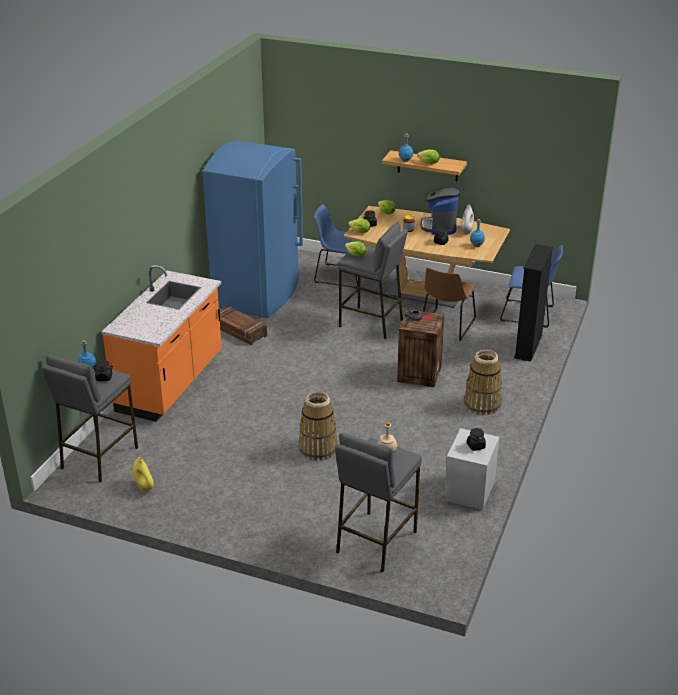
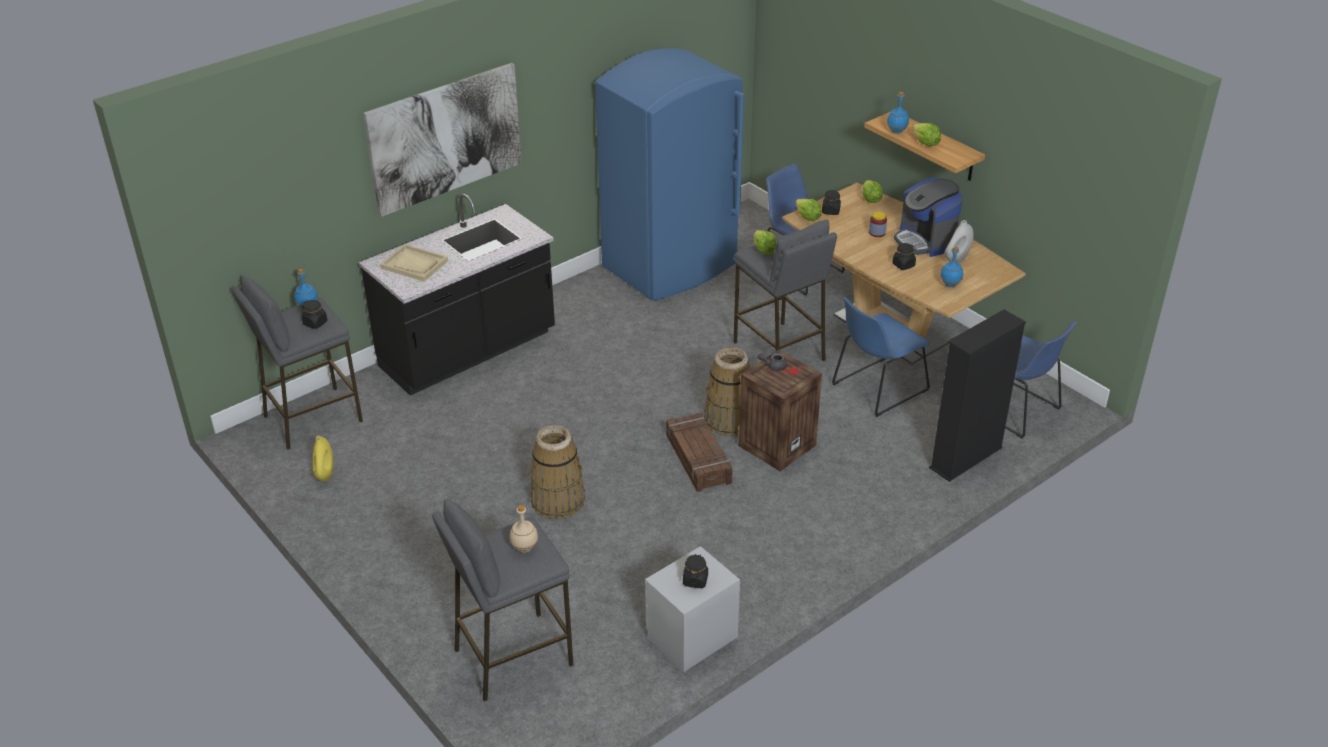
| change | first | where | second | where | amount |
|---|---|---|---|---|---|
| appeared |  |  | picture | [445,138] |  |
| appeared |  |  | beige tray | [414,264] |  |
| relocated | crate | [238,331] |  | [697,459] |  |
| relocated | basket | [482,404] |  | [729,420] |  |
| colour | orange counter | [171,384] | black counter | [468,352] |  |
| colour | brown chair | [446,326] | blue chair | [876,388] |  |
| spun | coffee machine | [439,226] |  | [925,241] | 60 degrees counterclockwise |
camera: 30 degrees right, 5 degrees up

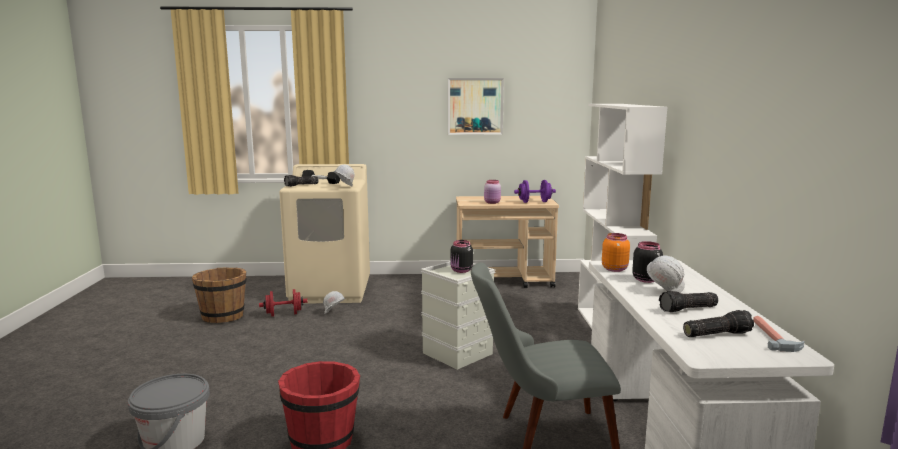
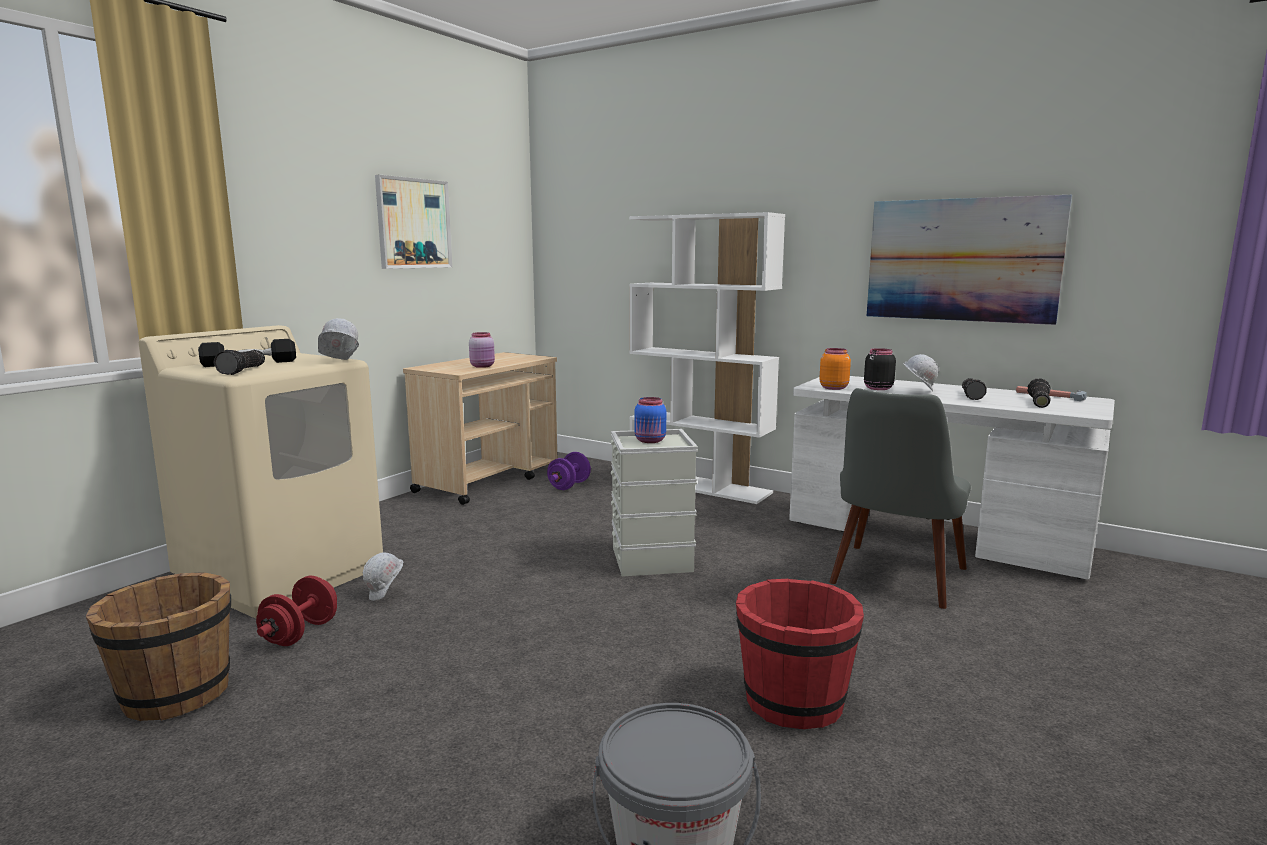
| change | first | where | second | where | amount |
|---|---|---|---|---|---|
| appeared |  |  | picture | [962,260] |  |
| relocated | purple dumbbell | [534,202] |  | [569,485] |  |
| colour | black jar | [461,271] | blue jar | [650,441] |  |
camera: 55 degrees left, 0 degrees up

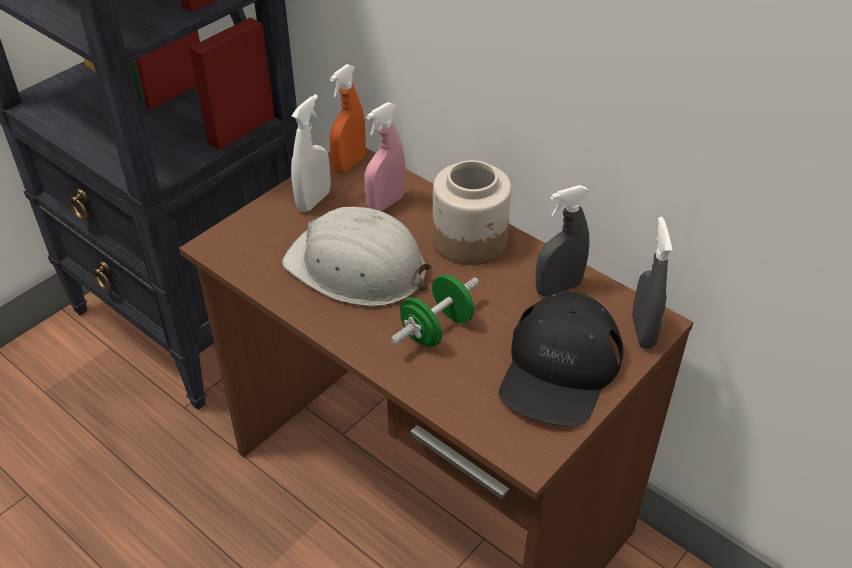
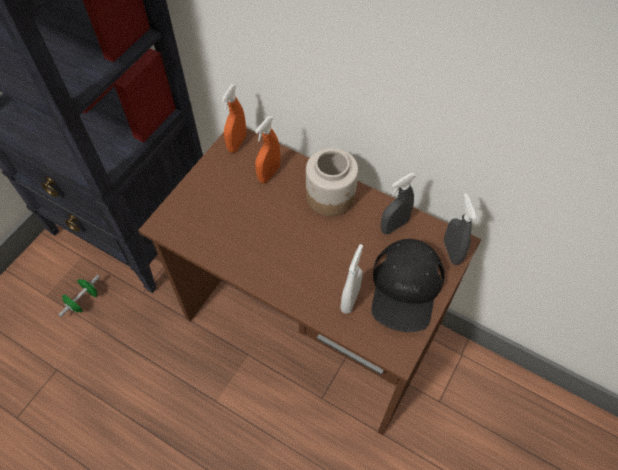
| change | first | where | second | where | amount |
|---|---|---|---|---|---|
| missing | white hard hat | [357,268] |  |  |  |
| relocated | white spray bottle | [313,201] |  | [350,299] |  |
| relocated | green dumbbell | [436,329] |  | [83,301] |  |
| colour | pink spray bottle | [386,203] | orange spray bottle | [269,173] |  |
camera: 10 degrees left, 15 degrees up

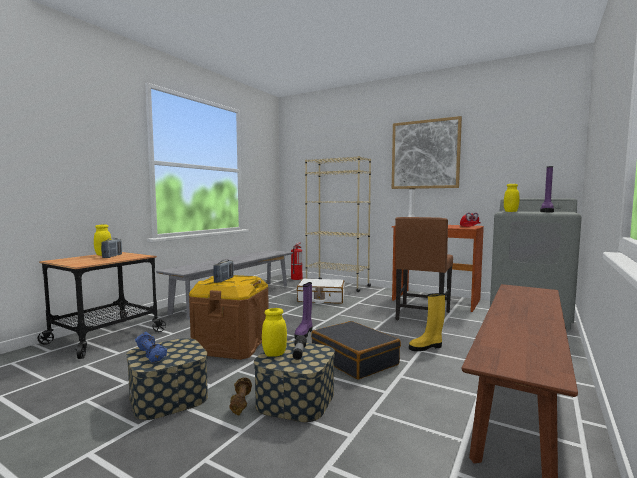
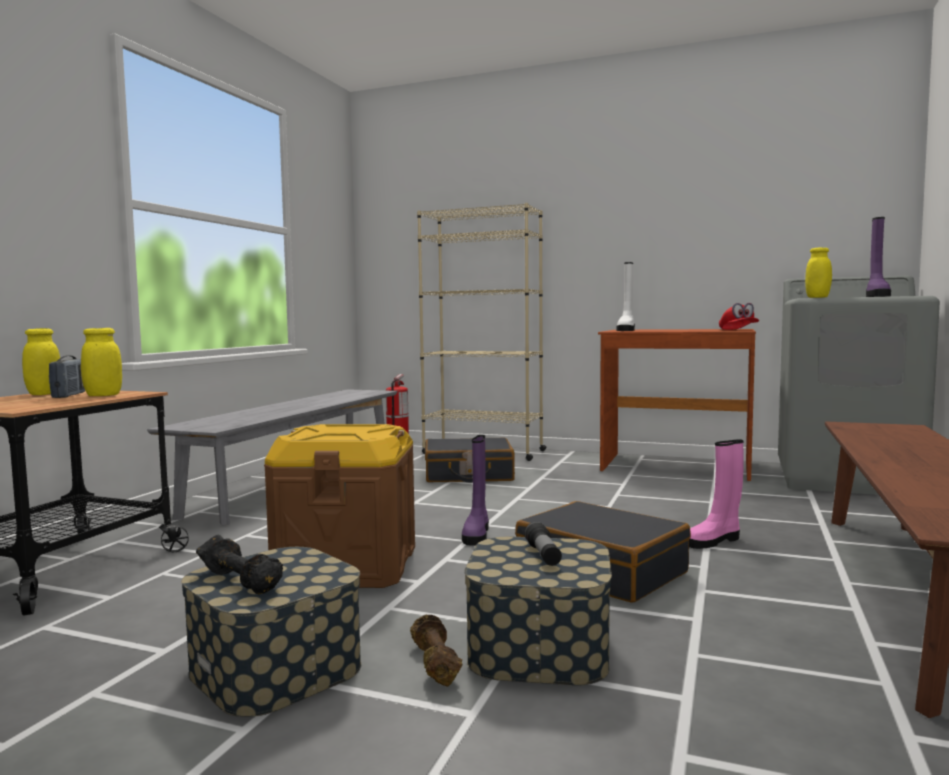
| change | first | where | second | where | amount |
|---|---|---|---|---|---|
| missing | radio | [224,280] |  |  |  |
| missing | picture | [425,154] |  |  |  |
| missing | brown chair | [422,316] |  |  |  |
| relocated | yellow jar | [274,354] |  | [103,395] |  |
| colour | blue dumbbell | [151,355] | black dumbbell | [241,581] |  |
| colour | white suitcase | [321,298] | black suitcase | [468,474] |  |
| colour | yellow boot | [426,347] | pink boot | [714,541] |  |
camera: 10 degrees left, 0 degrees up

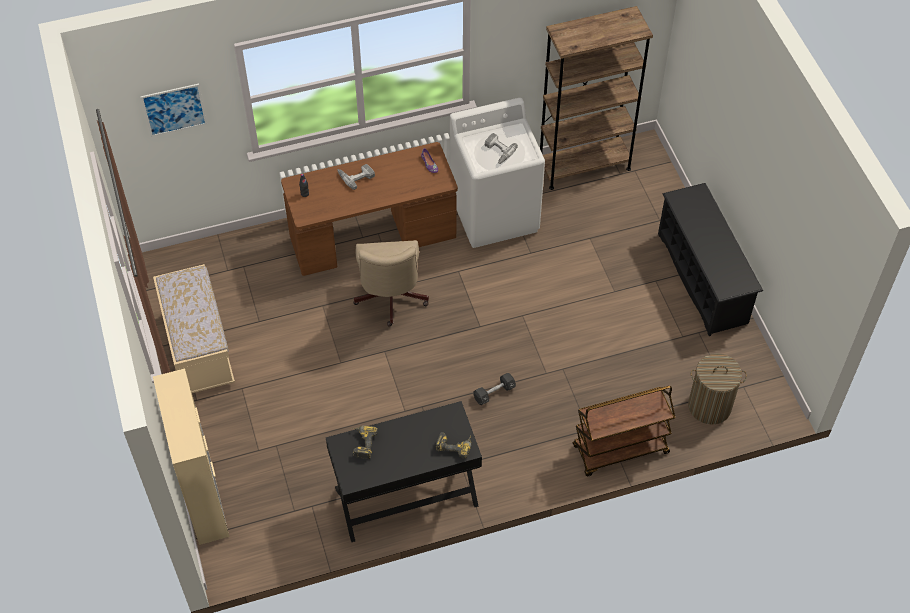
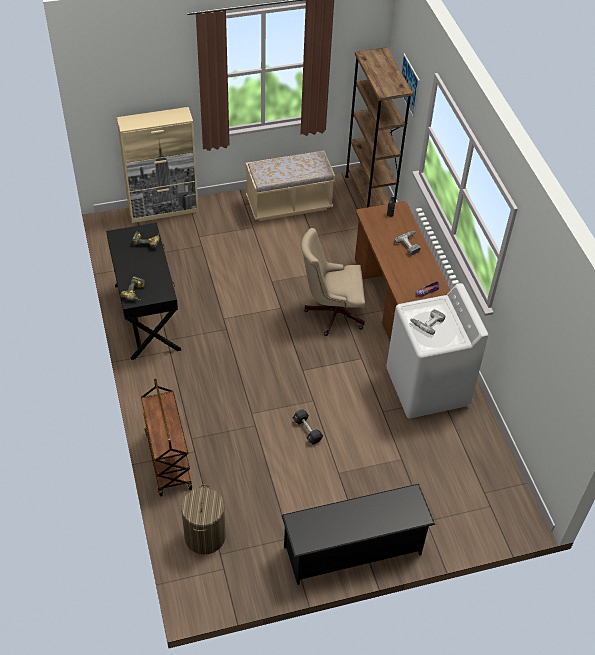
| change | first | where | second | where | amount |
|---|---|---|---|---|---|
| relocated | black dumbbell | [494,393] |  | [307,430] |  |
| relocated | brown bookcase | [584,166] |  | [369,195] |  |
camera: 90 degrees right, 5 degrees down

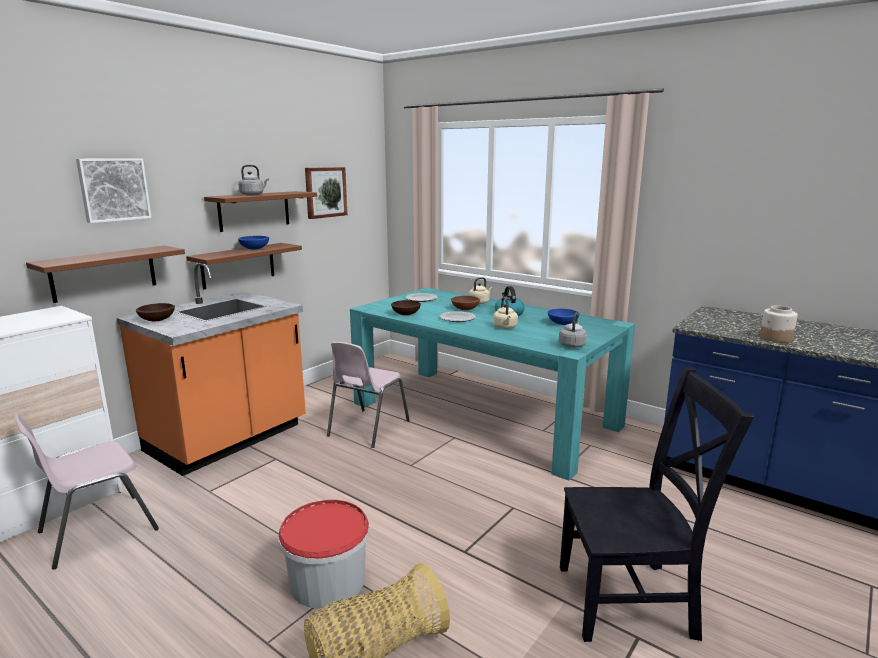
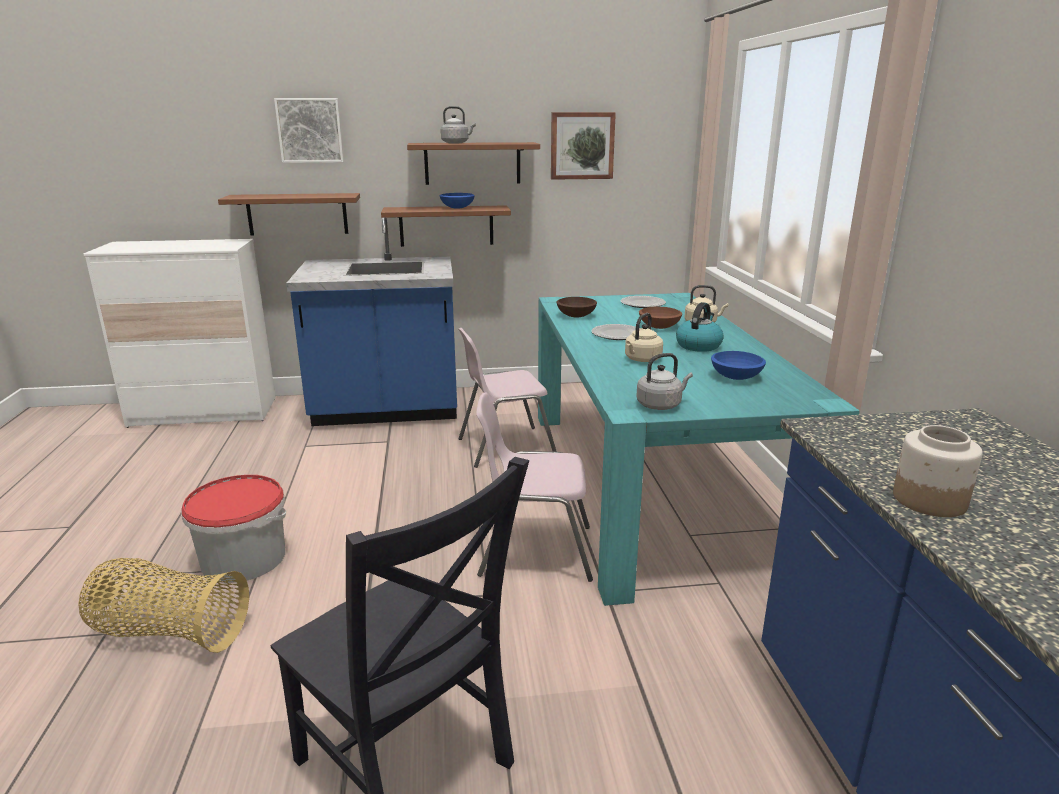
| change | first | where | second | where | amount |
|---|---|---|---|---|---|
| missing | brown bowl | [157,320] |  |  |  |
| relocated | pink chair | [96,531] |  | [534,551] |  |
| colour | orange counter | [228,439] | blue counter | [386,410] |  |
camera: 45 degrees right, 5 degrees up

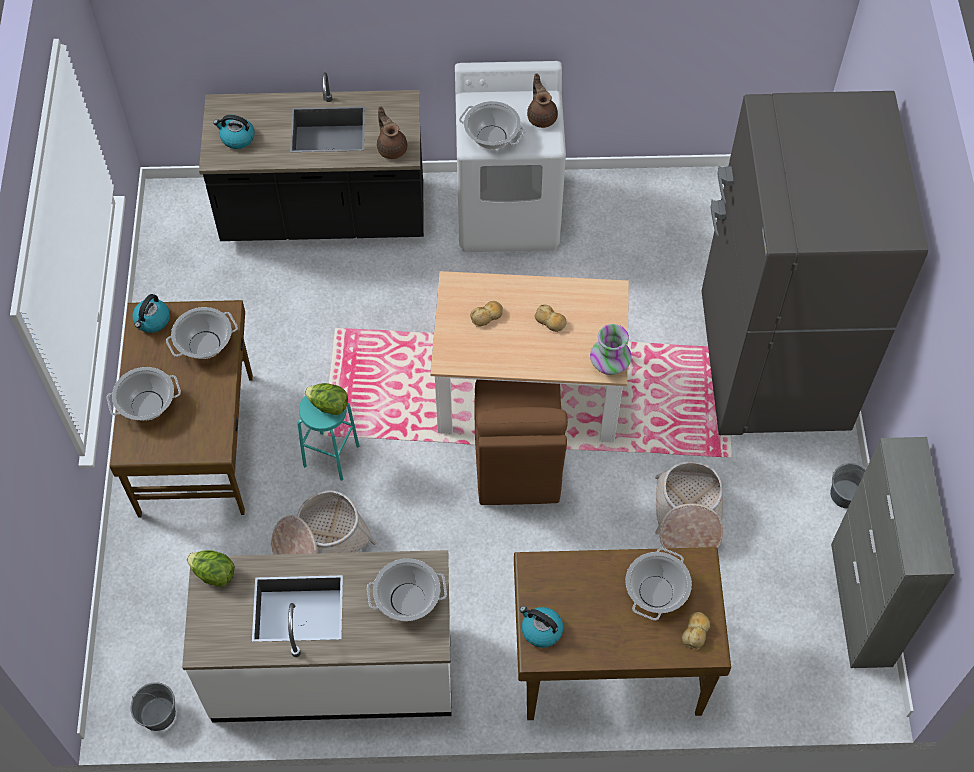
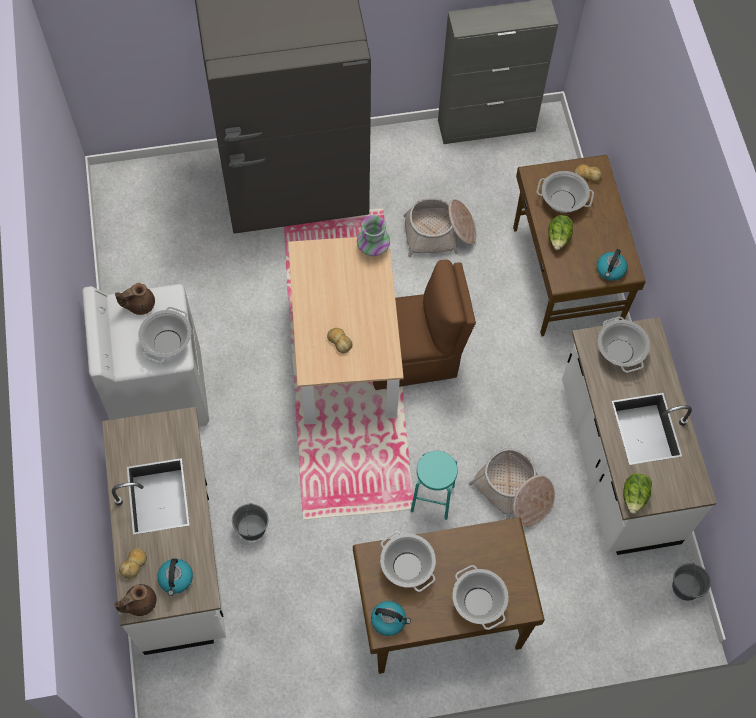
| change | first | where | second | where | amount |
|---|---|---|---|---|---|
| relocated | lettuce | [328,405] |  | [558,238] |  |
| relocated | brown teapot | [392,148] |  | [139,603] |  |
| relocated | bread | [550,321] |  | [134,564] |  |
| relocated | grey bucket | [845,494] |  | [252,528] |  |
| colour | black counter | [324,217] | white counter | [178,553] |  |
camera: 100 degrees left, 5 degrees up

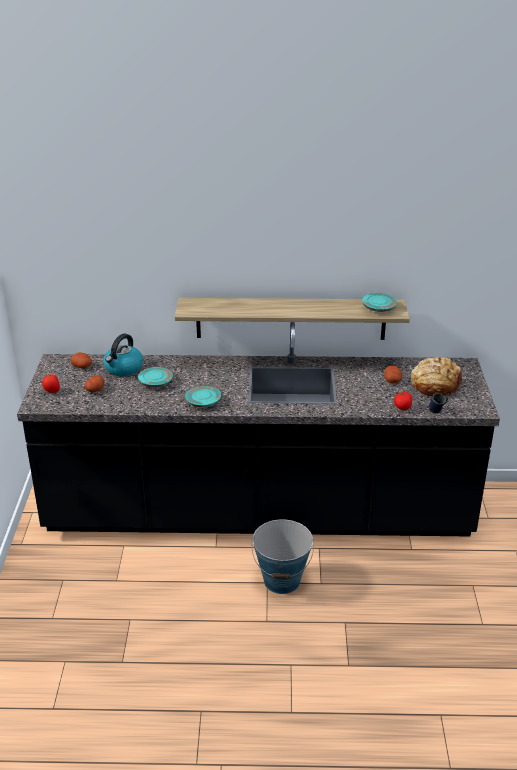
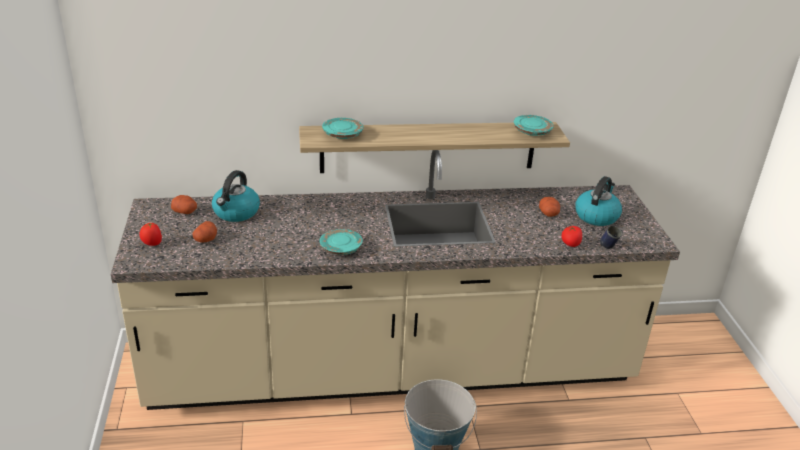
| change | first | where | second | where | amount |
|---|---|---|---|---|---|
| relocated | turquoise plate | [156,382] |  | [342,134] |  |
| exchanged | bread | [435,384] | kettle | [596,216] |  |
| colour | black counter | [258,514] | beige counter | [392,371] |  |
camera: 10 degrees left, 0 degrees up

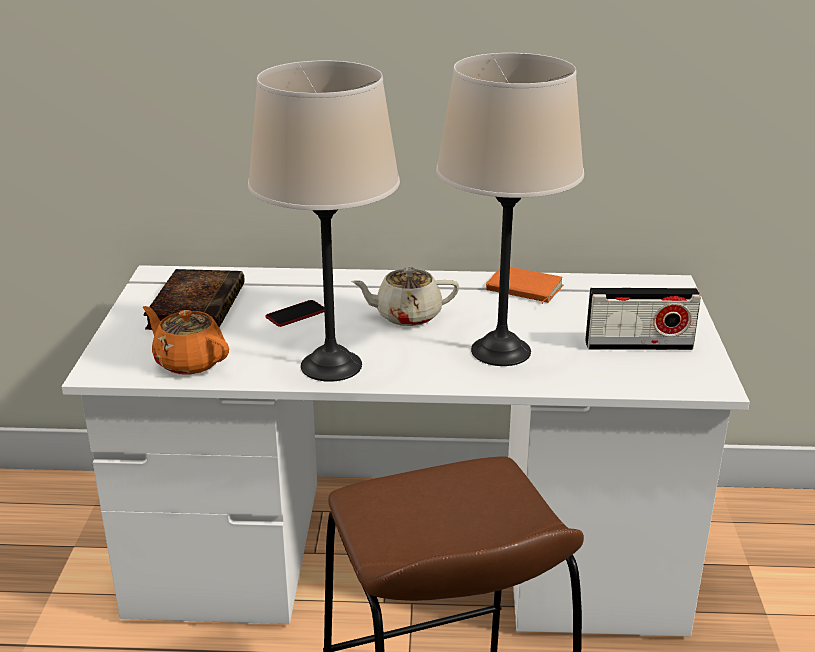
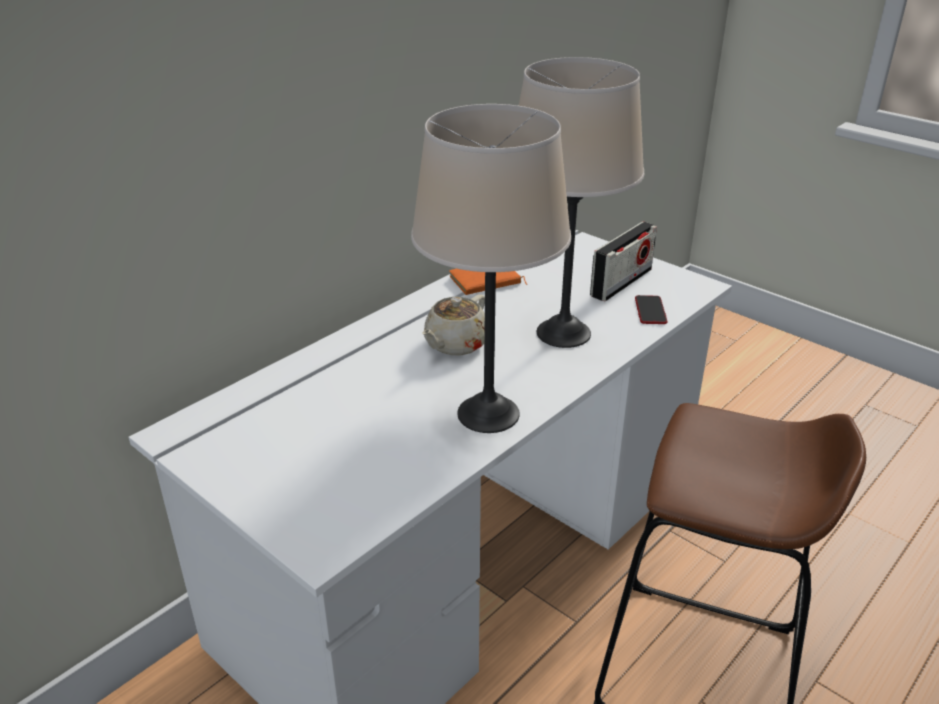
| change | first | where | second | where | amount |
|---|---|---|---|---|---|
| missing | book | [196,306] |  |  |  |
| missing | orange teapot | [189,361] |  |  |  |
| relocated | phone | [296,314] |  | [650,311] |  |
camera: 50 degrees left, 5 degrees up

